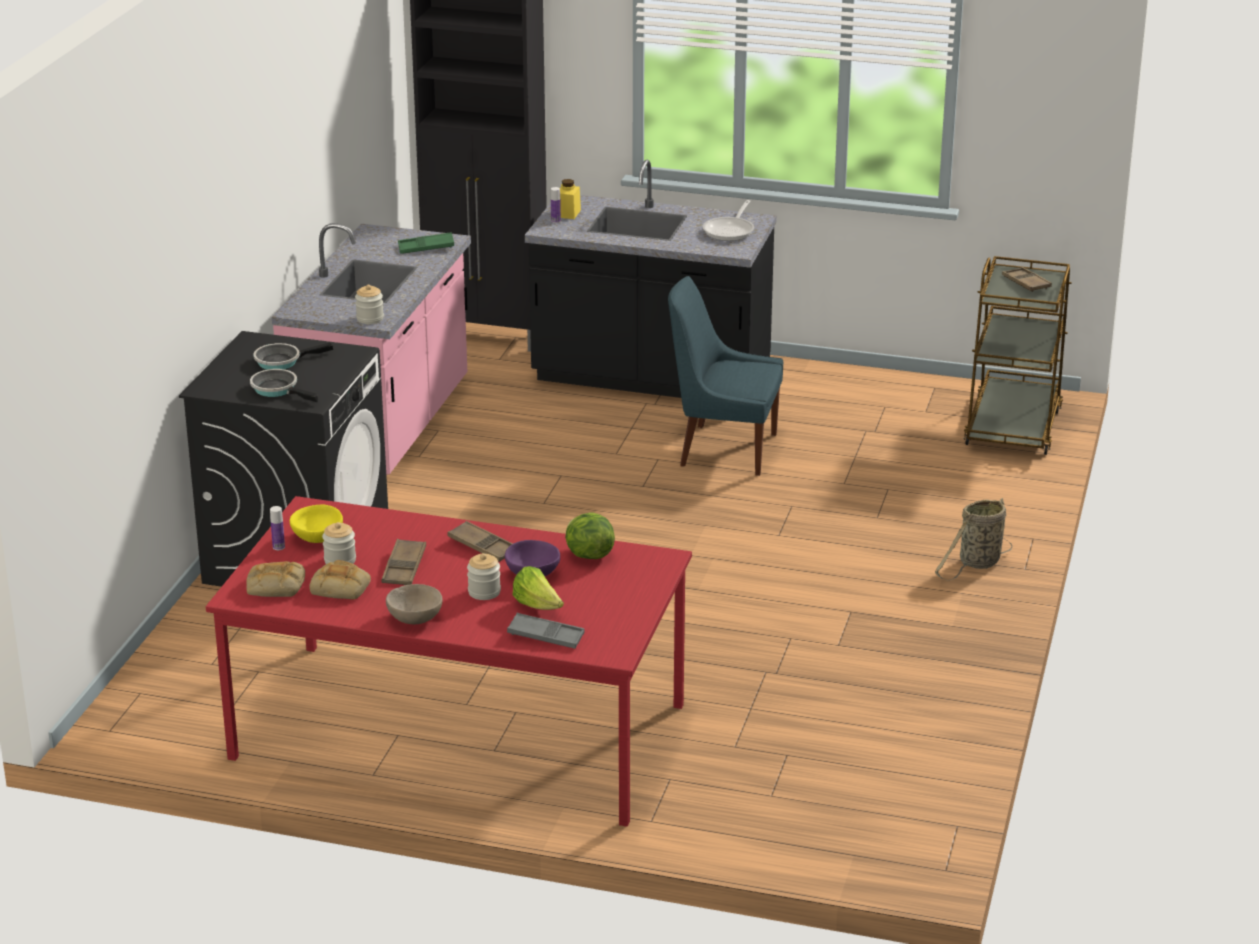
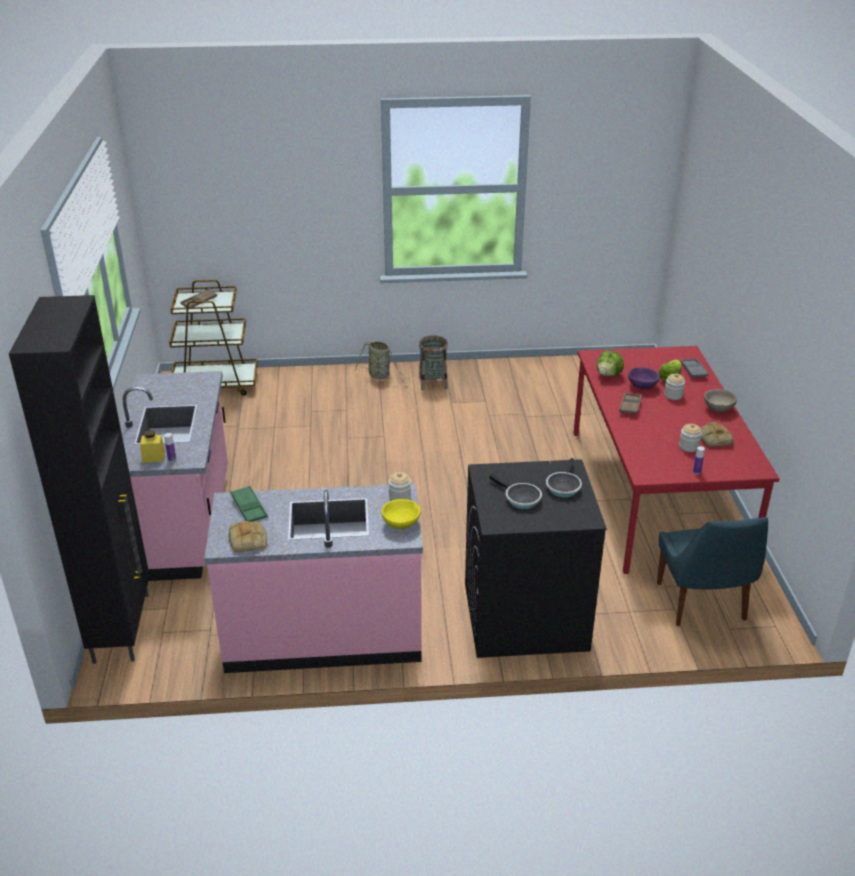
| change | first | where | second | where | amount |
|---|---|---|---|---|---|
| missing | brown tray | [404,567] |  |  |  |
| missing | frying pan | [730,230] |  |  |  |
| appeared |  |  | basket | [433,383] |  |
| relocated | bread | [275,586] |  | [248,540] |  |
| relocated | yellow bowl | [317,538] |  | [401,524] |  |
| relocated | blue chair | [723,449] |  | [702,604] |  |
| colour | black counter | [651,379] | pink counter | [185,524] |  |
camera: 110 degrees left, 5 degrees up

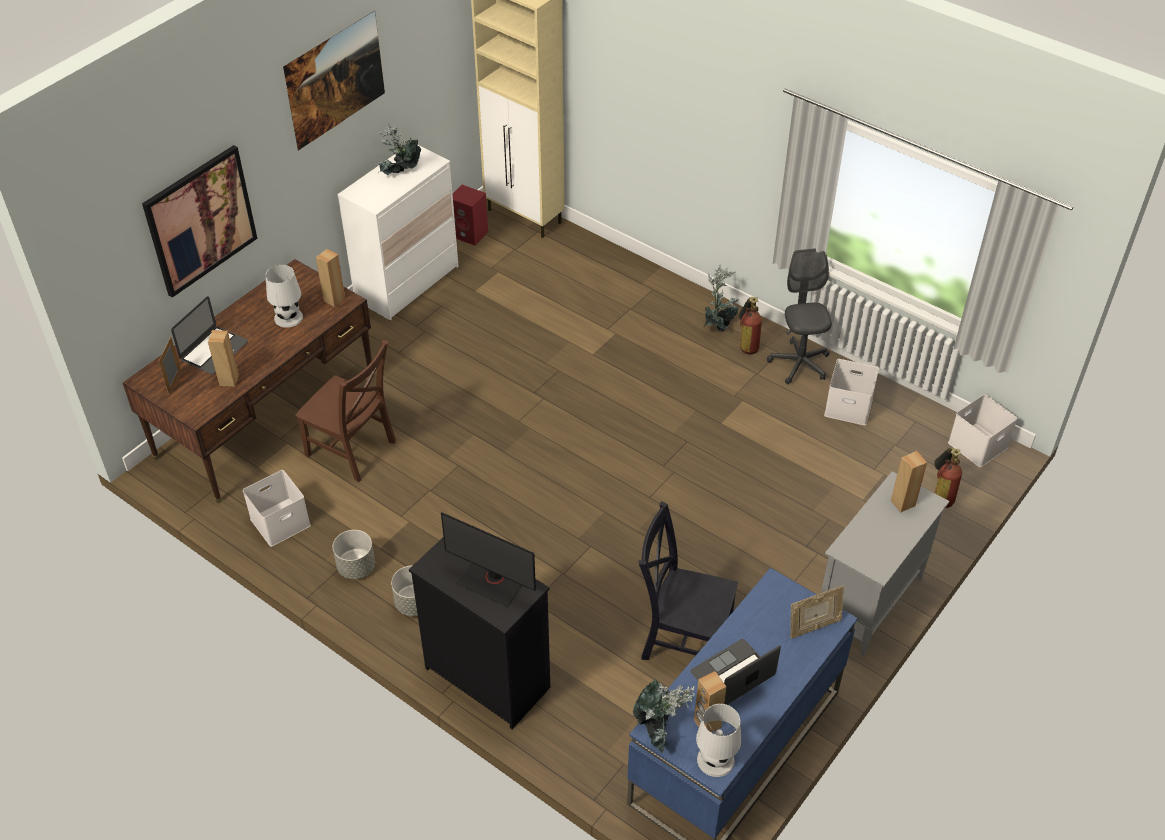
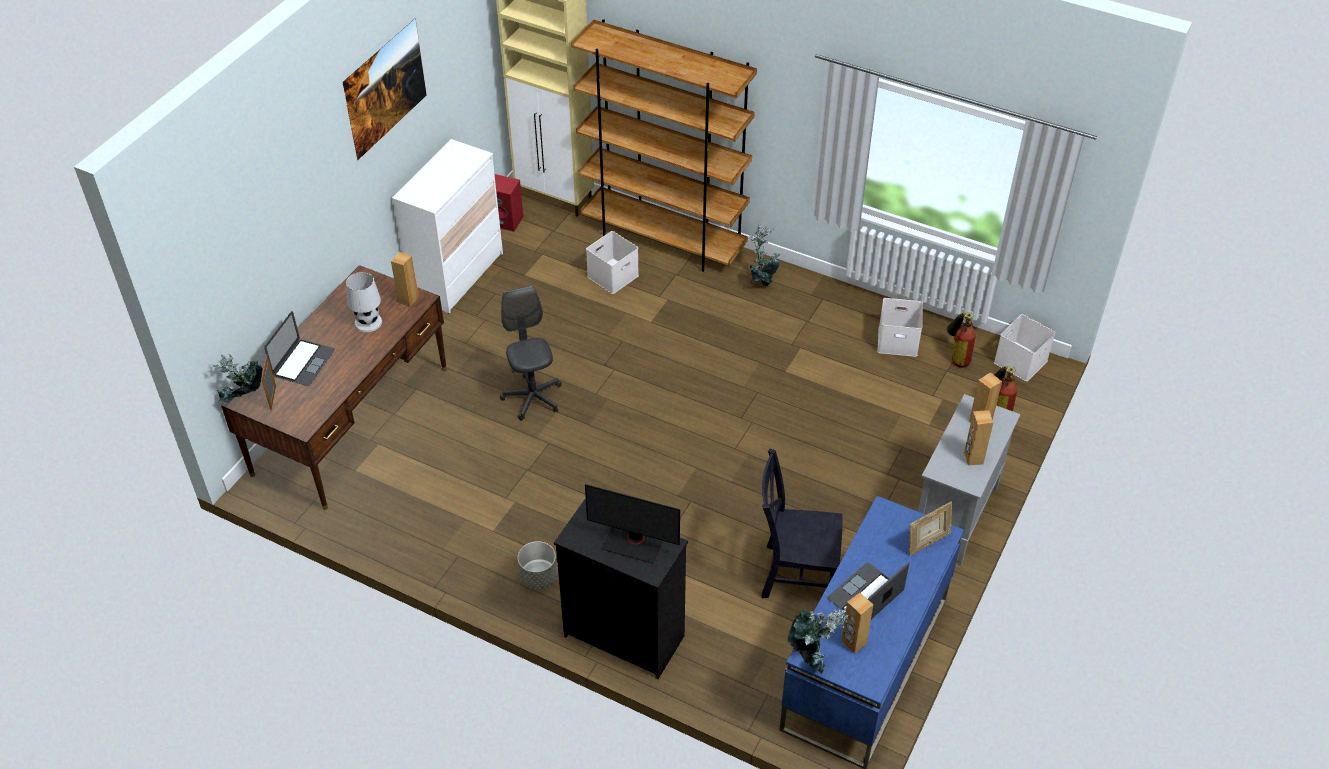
| change | first | where | second | where | amount |
|---|---|---|---|---|---|
| missing | picture | [200,220] |  |  |  |
| missing | brown chair | [353,450] |  |  |  |
| missing | grey planter | [356,567] |  |  |  |
| missing | white table lamp | [716,760] |  |  |  |
| appeared |  |  | brown bookcase | [663,240] |  |
| relocated | brown speaker | [228,380] |  | [973,458] |  |
| relocated | white storage box | [279,523] |  | [613,277] |  |
| relocated | potted plant | [401,175] |  | [244,398] |  |
| relocated | fire extinguisher | [747,343] |  | [957,357] |  |
| relocated | grey office chair | [799,364] |  | [532,398] |  |
camera: 10 degrees left, 0 degrees up

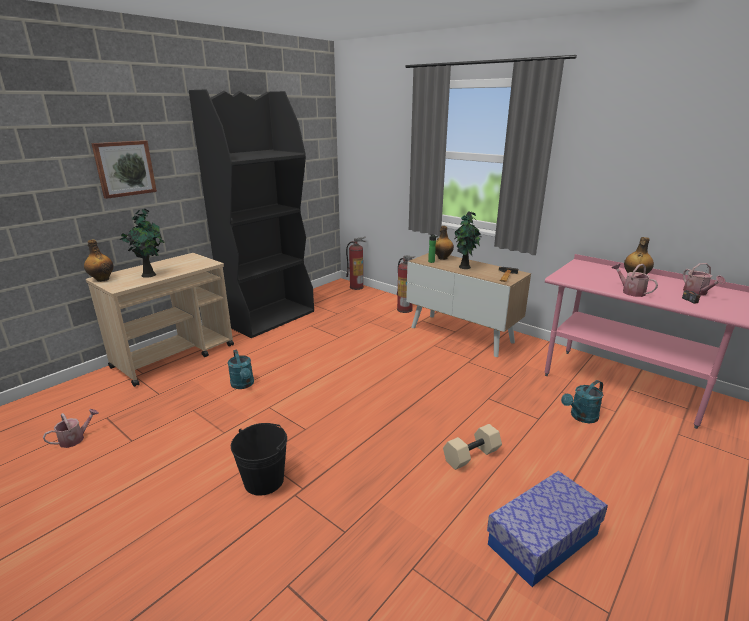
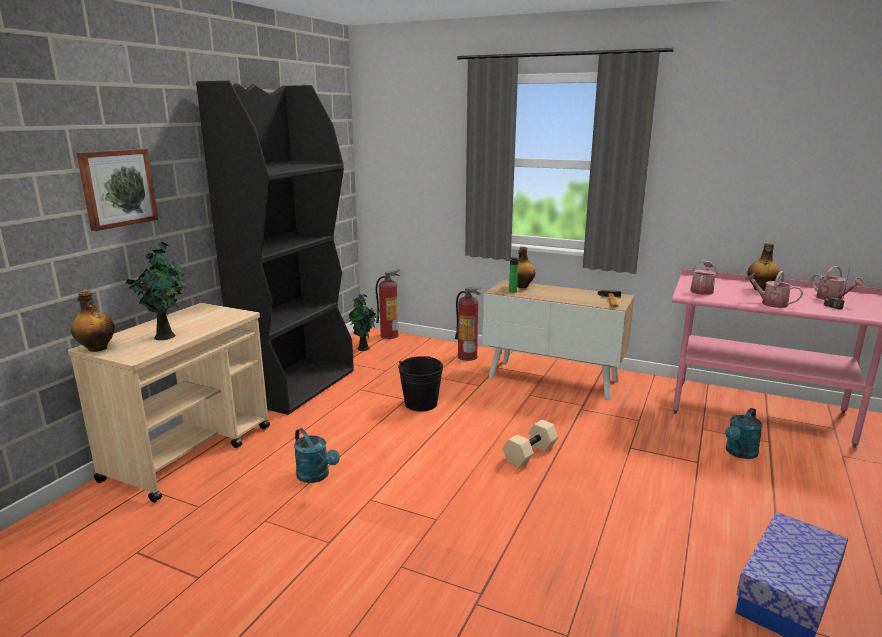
| change | first | where | second | where | amount |
|---|---|---|---|---|---|
| relocated | watering can | [75,439] |  | [702,290] |  |
| relocated | black bucket | [264,480] |  | [421,403] |  |
| relocated | beige dumbbell | [471,456] |  | [530,454] |  |
| relocated | potted plant | [465,267] |  | [364,349] |  |
camera: 15 degrees left, 5 degrees down

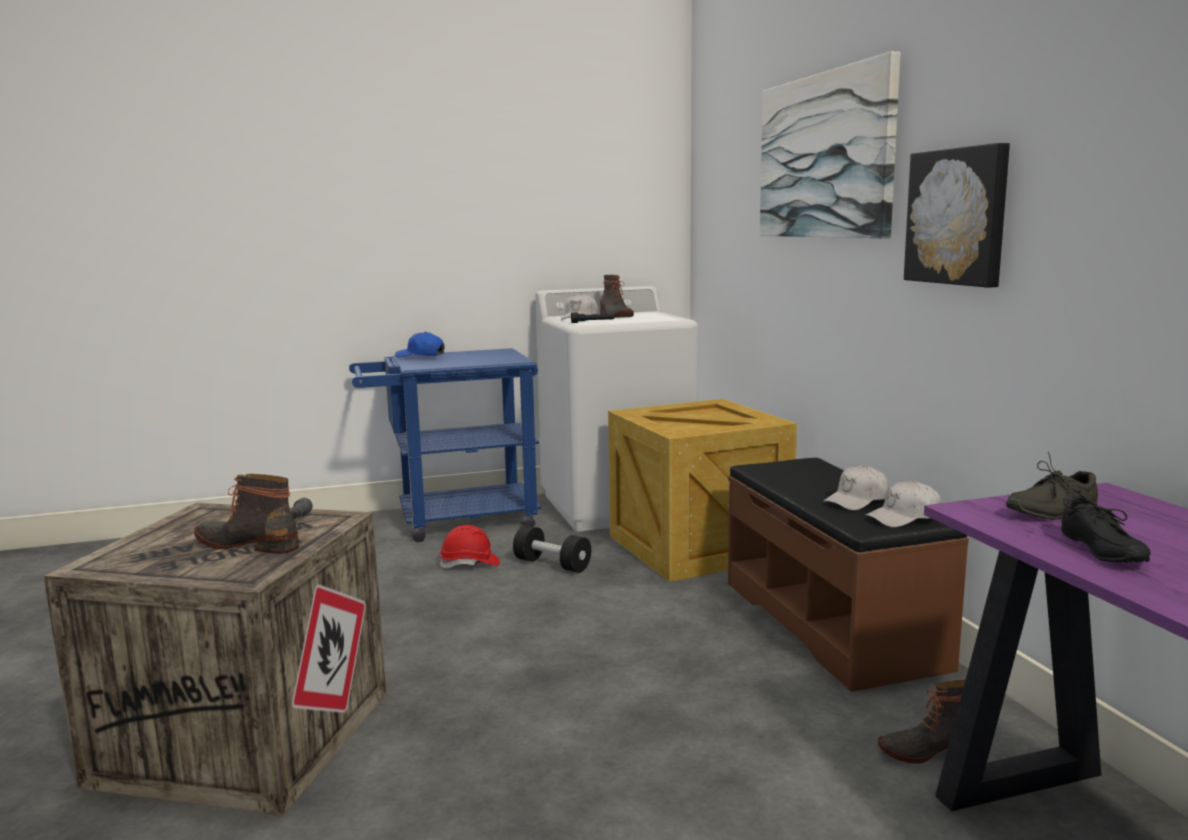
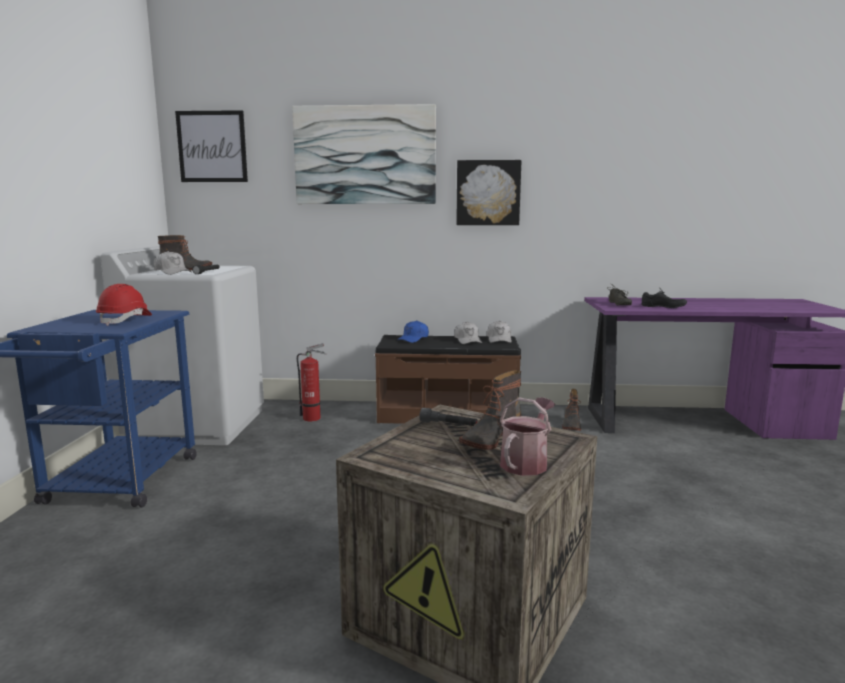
| change | first | where | second | where | amount |
|---|---|---|---|---|---|
| missing | black dumbbell | [552,564] |  |  |  |
| appeared |  |  | picture | [212,147] |  |
| appeared |  |  | watering can | [526,462] |  |
| relocated | blue cap | [420,356] |  | [413,339] |  |
| relocated | red hard hat | [470,564] |  | [125,320] |  |
| exchanged | crate | [700,547] | fire extinguisher | [314,418] |  |
camera: 70 degrees left, 0 degrees up

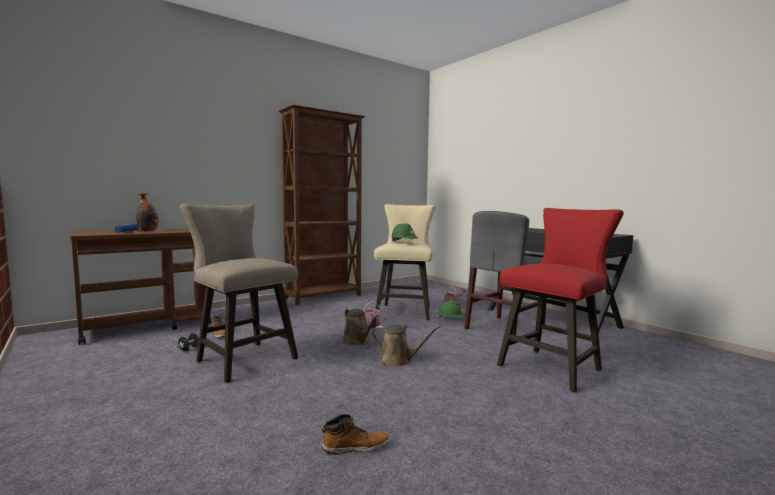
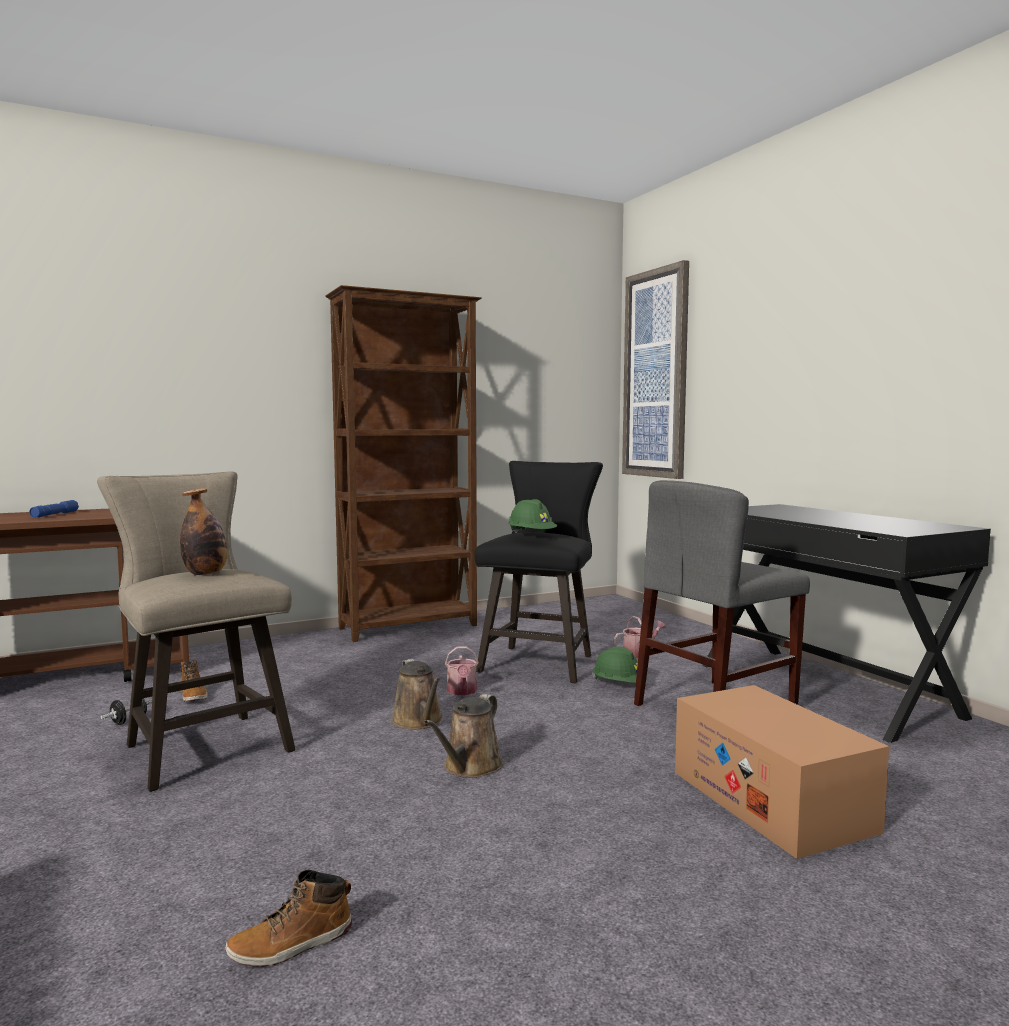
| change | first | where | second | where | amount |
|---|---|---|---|---|---|
| appeared |  |  | picture | [656,374] |  |
| relocated | bottle | [148,231] |  | [205,573] |  |
| exchanged | red stool | [554,366] | cardboard box | [771,800] |  |
| colour | beige stool | [405,311] | black stool | [540,661] |  |
| spun | boot | [355,447] |  | [291,944] | 150 degrees clockwise |
| spun | brown watering can | [398,361] |  | [470,767] | 90 degrees clockwise |
camera: 10 degrees right, 0 degrees up

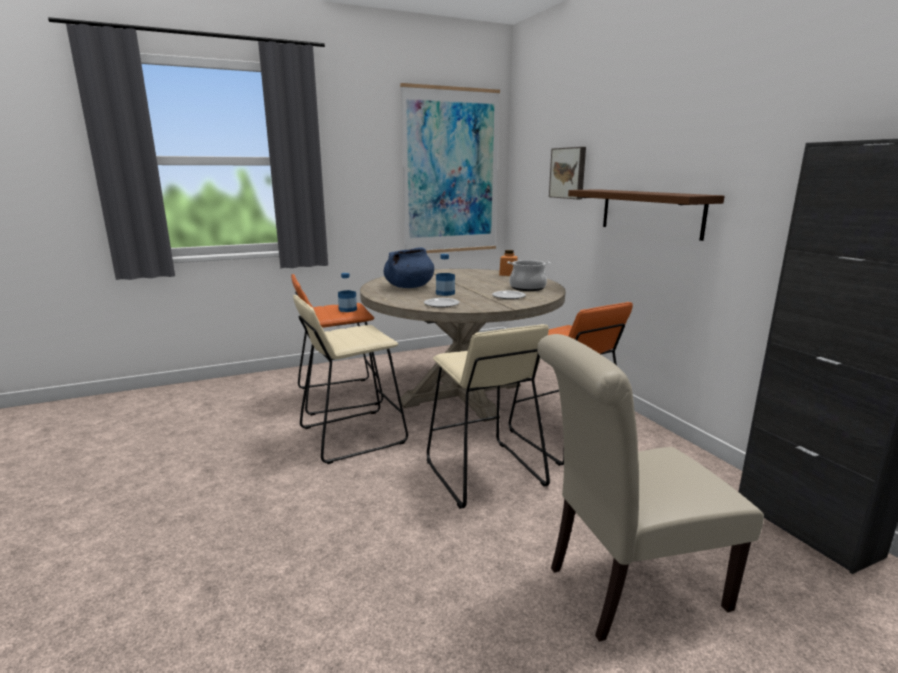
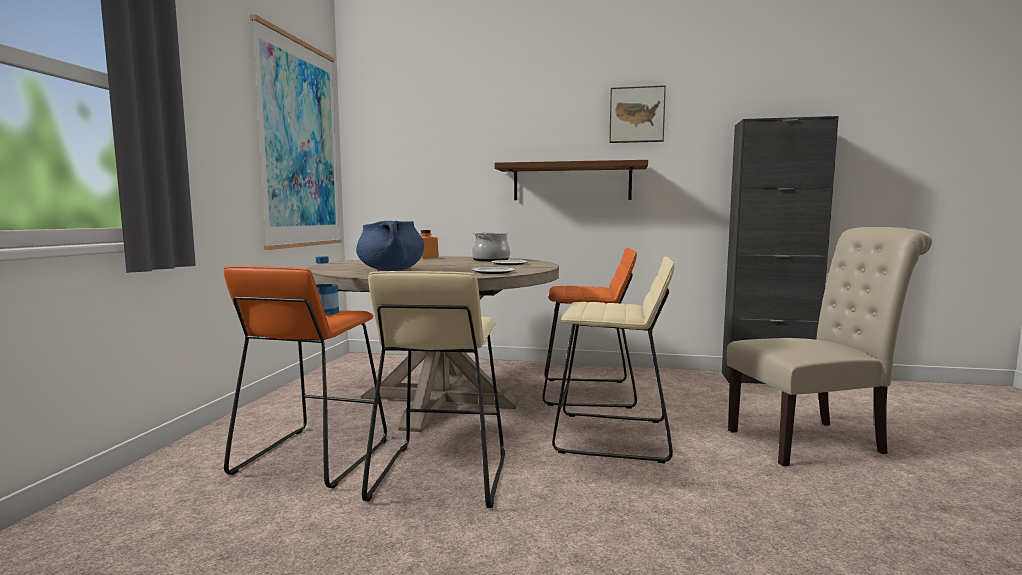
| change | first | where | second | where | amount |
|---|---|---|---|---|---|
| missing | bottle | [445,293] |  |  |  |
| relocated | picture | [568,173] |  | [636,115] |  |
| spun | beige chair | [626,588] |  | [813,441] | 120 degrees counterclockwise |
camera: 55 degrees left, 10 degrees down

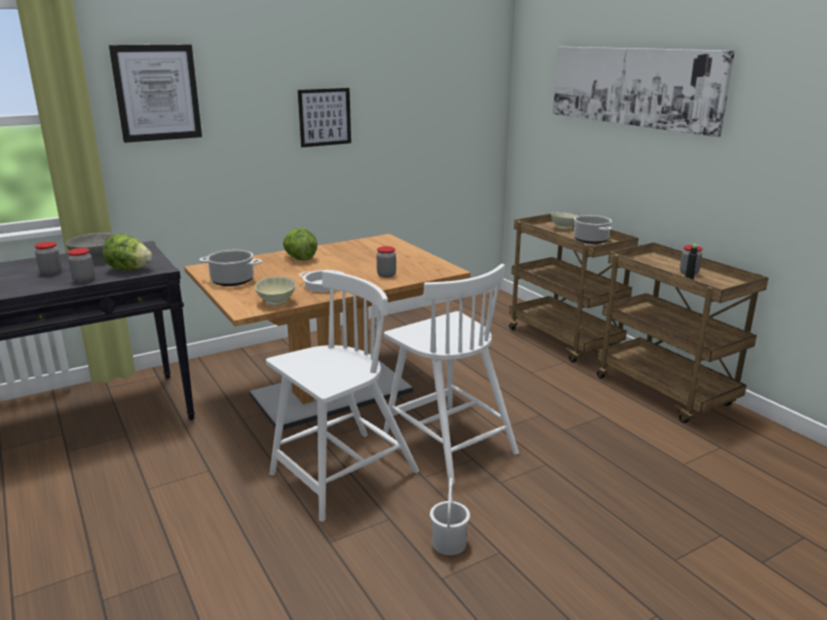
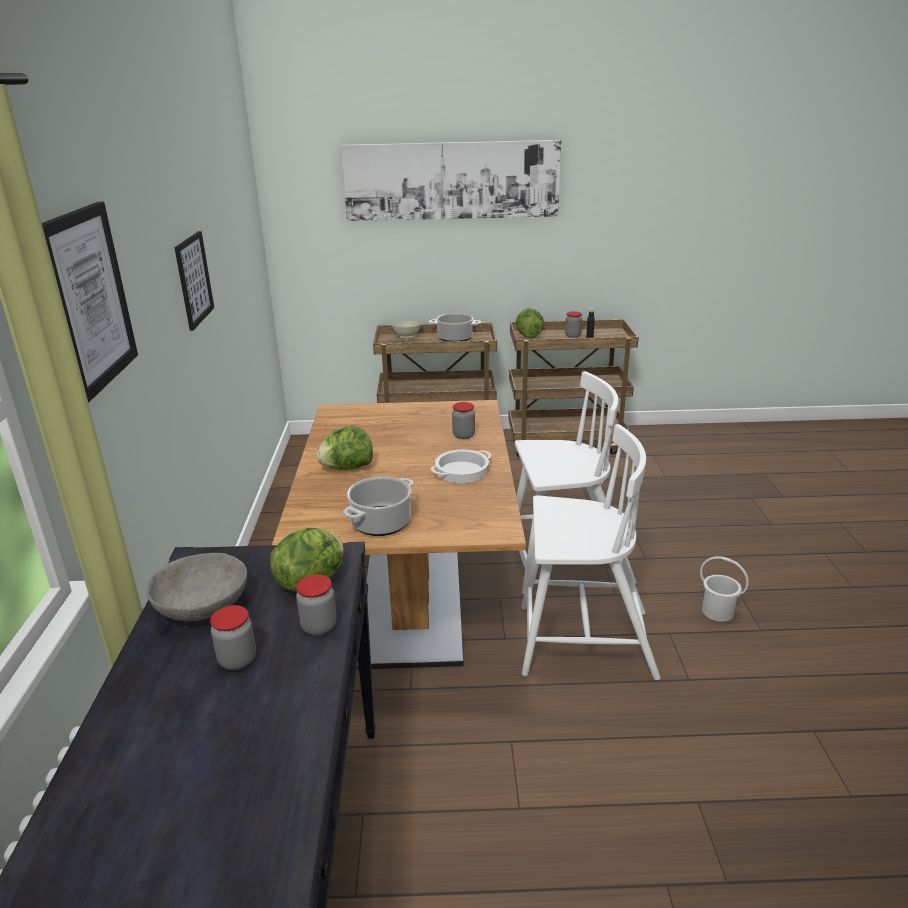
| change | first | where | second | where | amount |
|---|---|---|---|---|---|
| missing | beige bowl | [276,303] |  |  |  |
| appeared |  |  | lettuce | [528,336] |  |
| spun | white chair | [342,475] |  | [582,641] | 105 degrees clockwise |
camera: 60 degrees left, 5 degrees up

